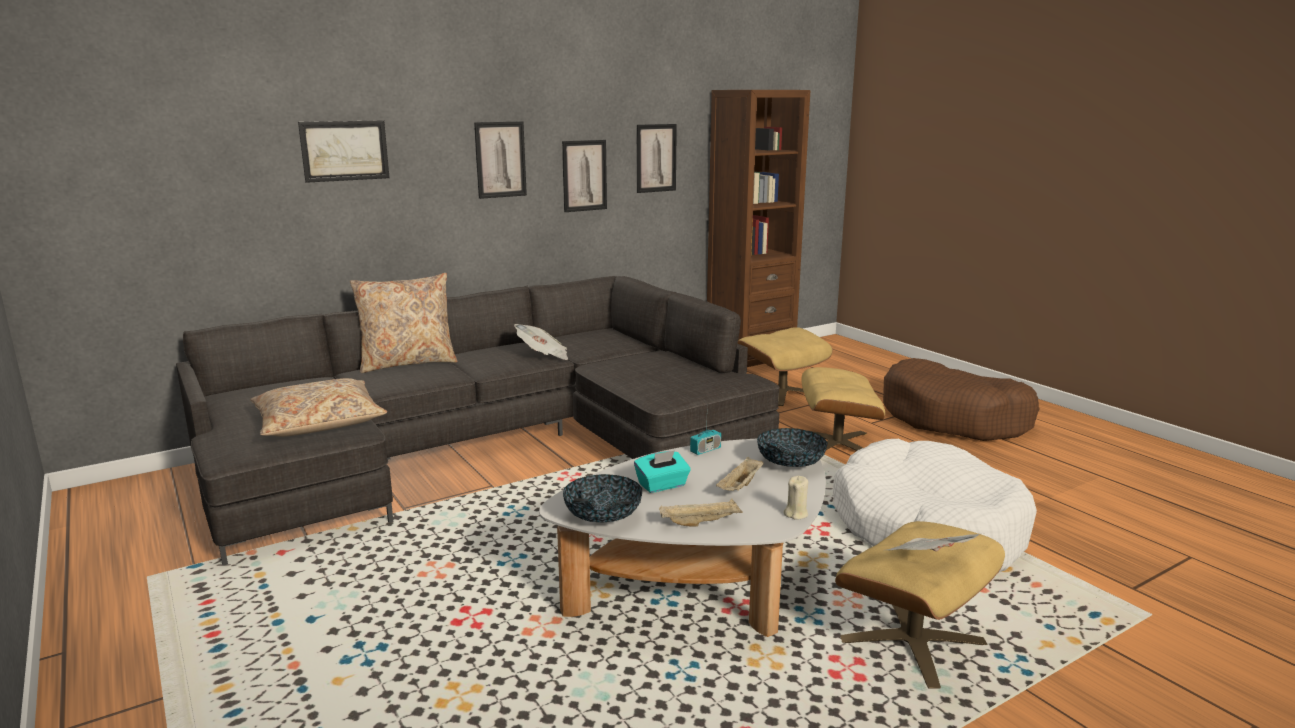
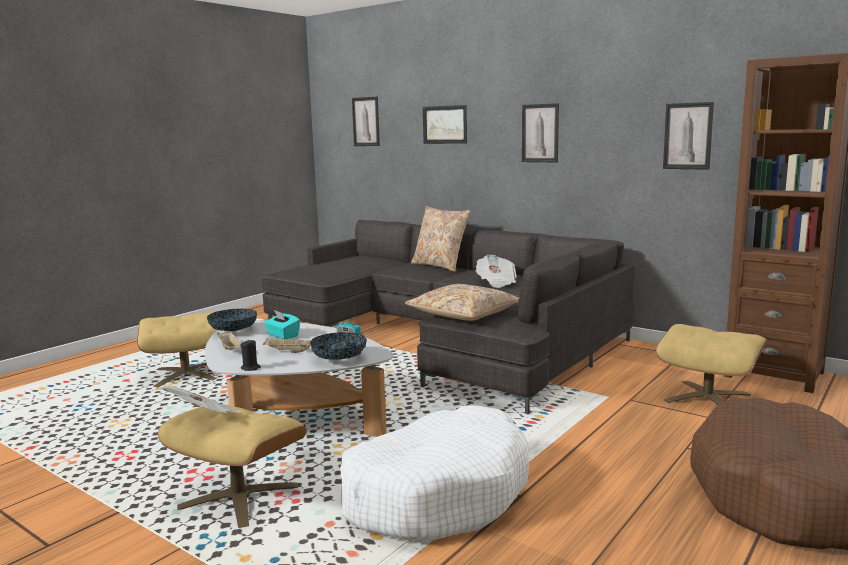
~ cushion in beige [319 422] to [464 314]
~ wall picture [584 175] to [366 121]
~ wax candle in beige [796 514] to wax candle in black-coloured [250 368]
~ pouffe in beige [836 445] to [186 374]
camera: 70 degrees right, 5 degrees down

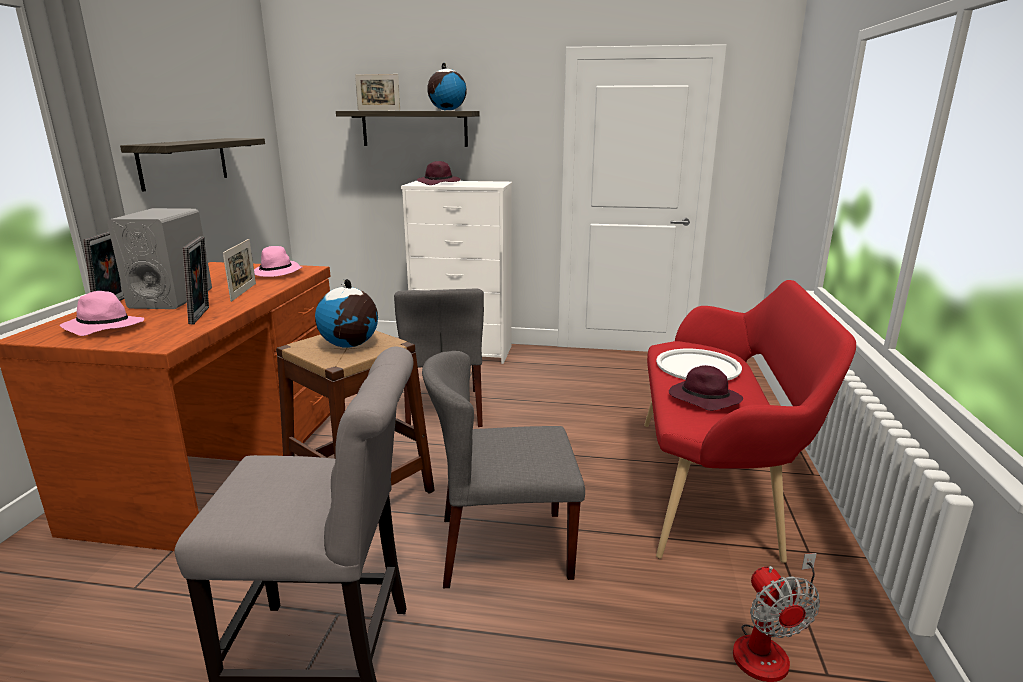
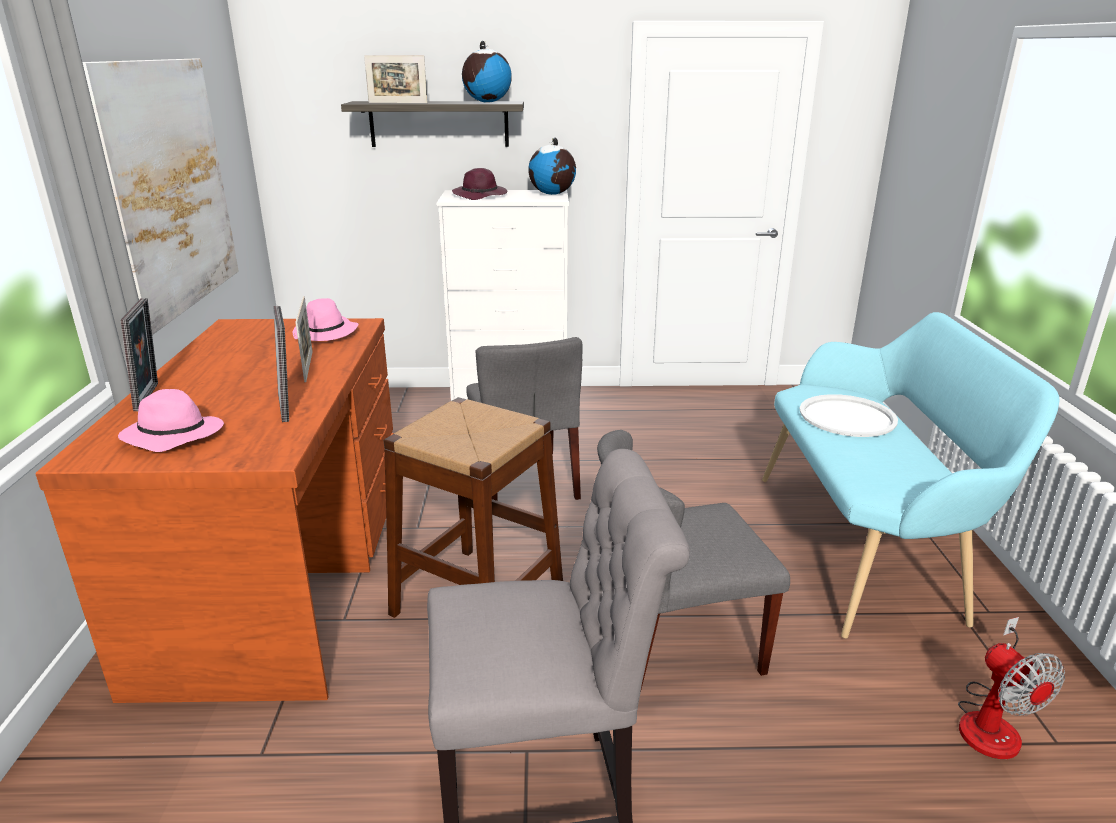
- audio speaker in gray [171 298]
~ bracket shelf [184 162] to wall picture [168 187]
~ globe [350 345] to [552 194]
~ long seat in reddish [715 486] to long seat in blue-green [866 546]
- clothing hat in purplish [703 399]
camera: 10 degrees left, 5 degrees up

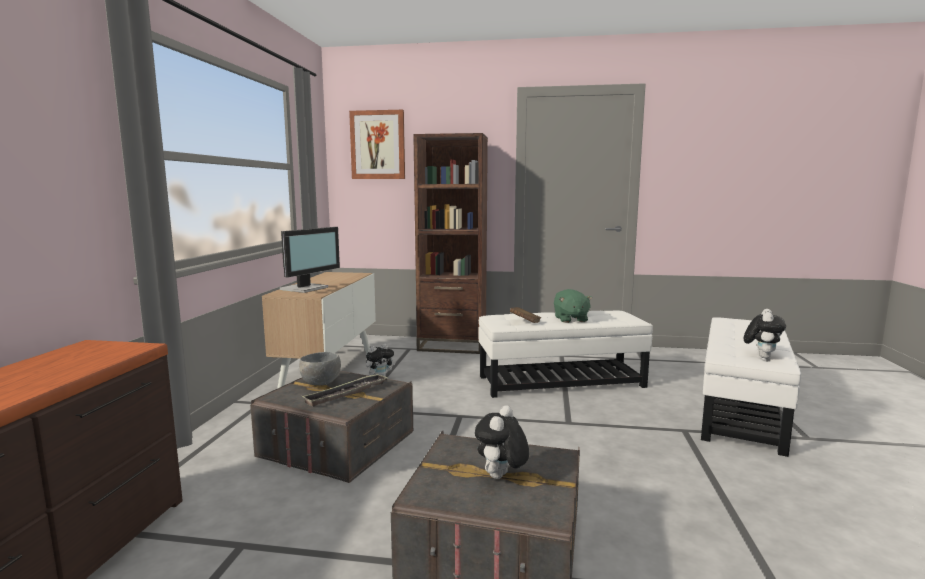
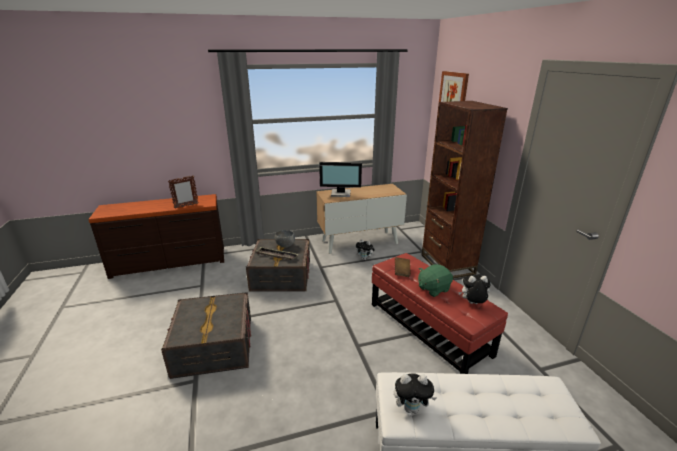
~ soft toy [501 477] to [472 304]
~ pouffe in white [560 381] to pouffe in reddish [428 328]
+ picture frame [186 206]
camera: 65 degrees right, 15 degrees up

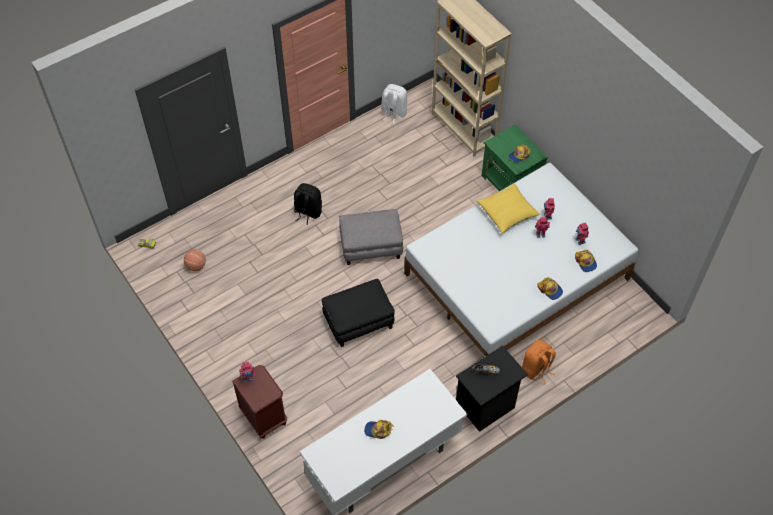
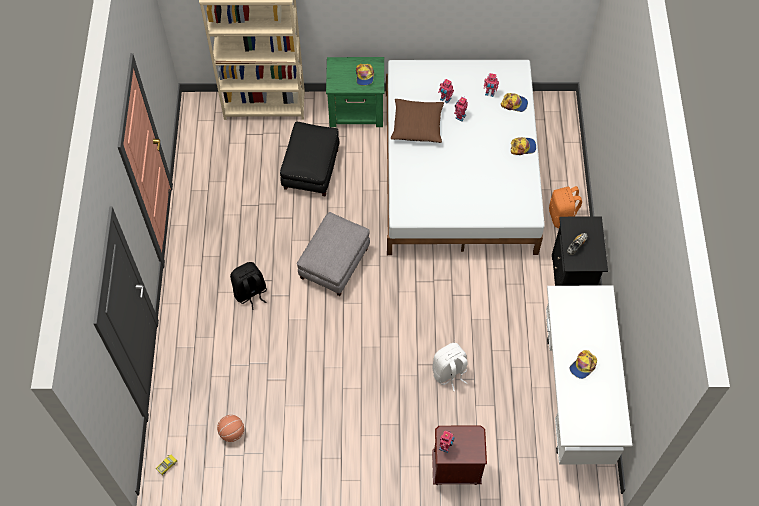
~ pouffe in black-coloured [358 321] to [310 169]
~ backpack in white [393 113] to [449 373]
~ cushion in yellow [507 212] to cushion in brown-coloured [417 125]
camera: 55 degrees left, 5 degrees up

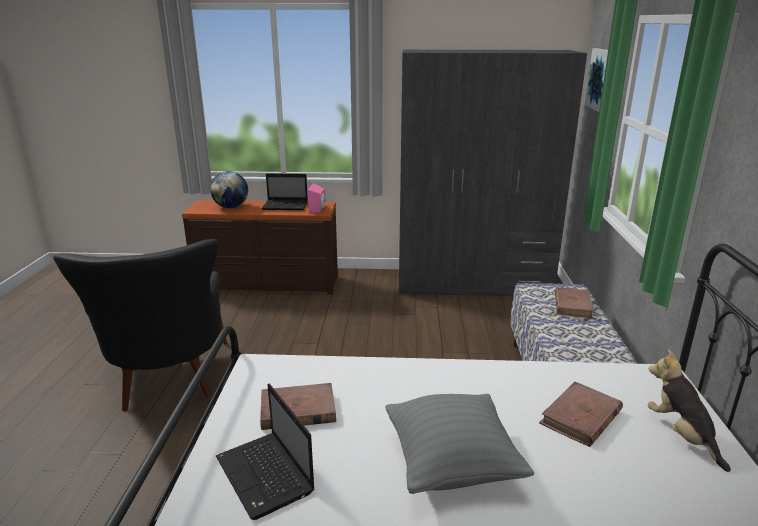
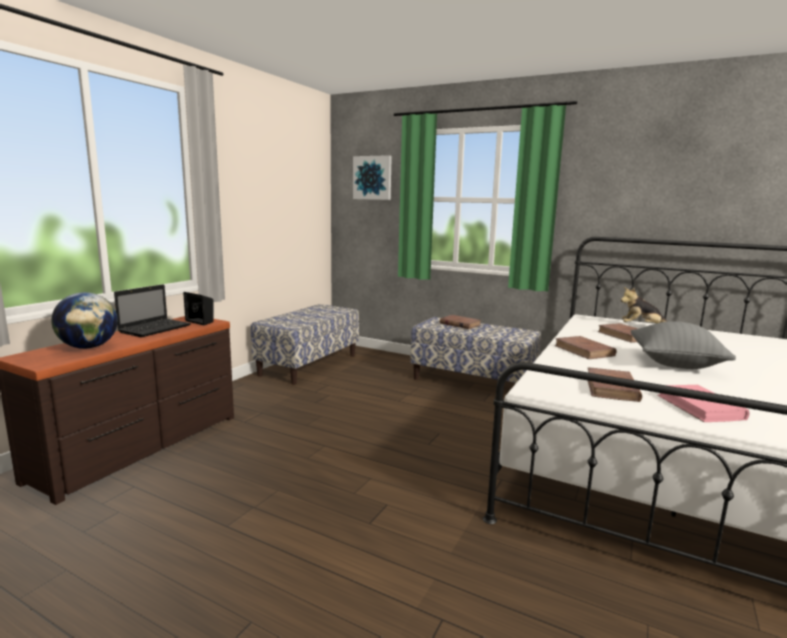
- lounge chair in black-coloured [168 385]
~ notebook computer [266 476] to volume in pink-coloured [700 407]
~ audio speaker in pink-coloured [318 210] to audio speaker in black-coloured [202 321]
~ clothes cupboard in gray [473 283] to long seat [309 365]
+ volume in brown-coloured [584 351]
camera: 65 degrees left, 10 degrees down

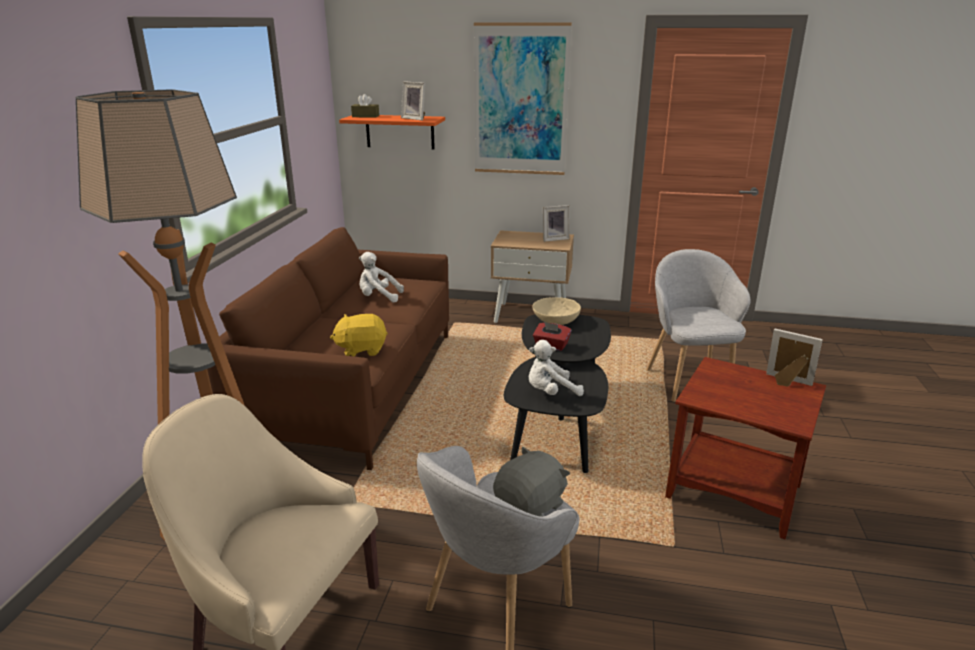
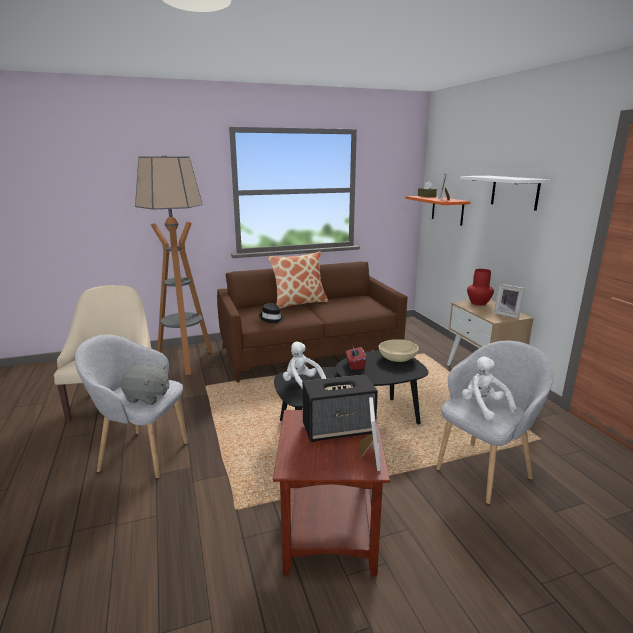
~ soft toy in yellow [361 349] to clothing hat in black-coloured [272 318]
~ soft toy in white [378 297] to [484 407]
~ wall picture [520 100] to bracket shelf in white [514 192]
+ cushion [299 303]
+ audio speaker [339 429]
+ flower vase in reddish [479 303]
camera: 60 degrees right, 5 degrees down

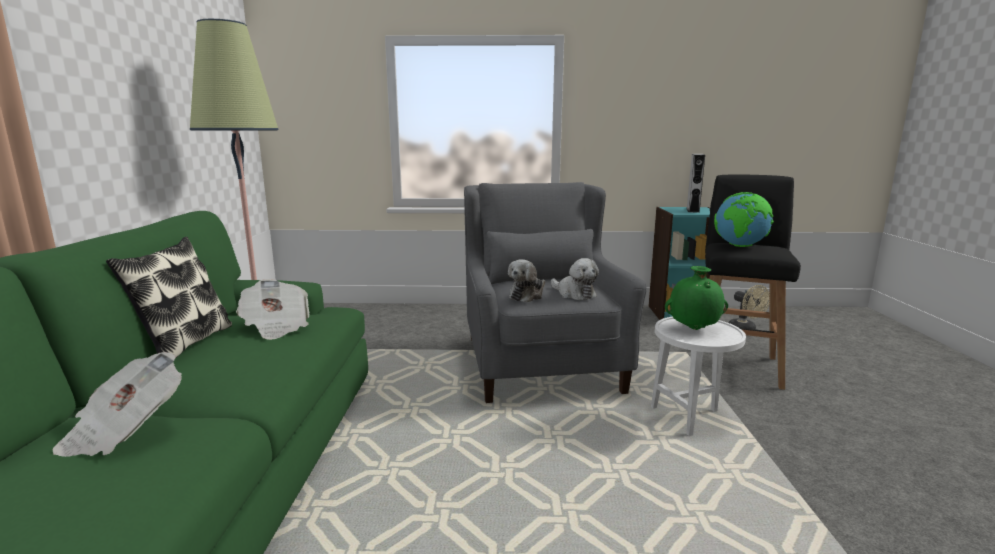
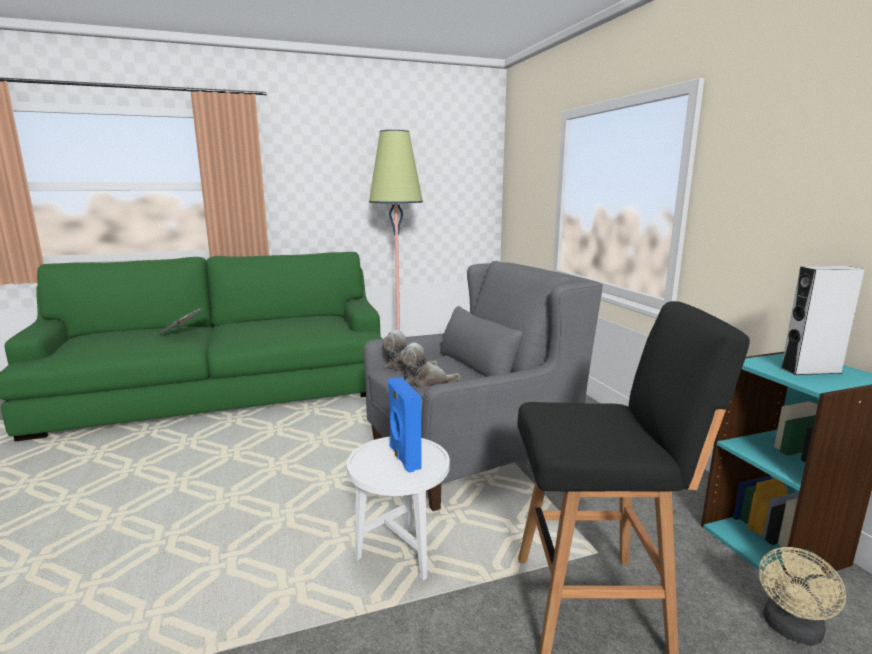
- cushion [184 344]
- daily paper [276 326]
~ soft toy [574 294] = [425 381] 60 degrees clockwise
~ flower vase in green [694 329] to audio speaker in bluish [403 458]
- globe [740 246]
camera: 70 degrees right, 0 degrees up

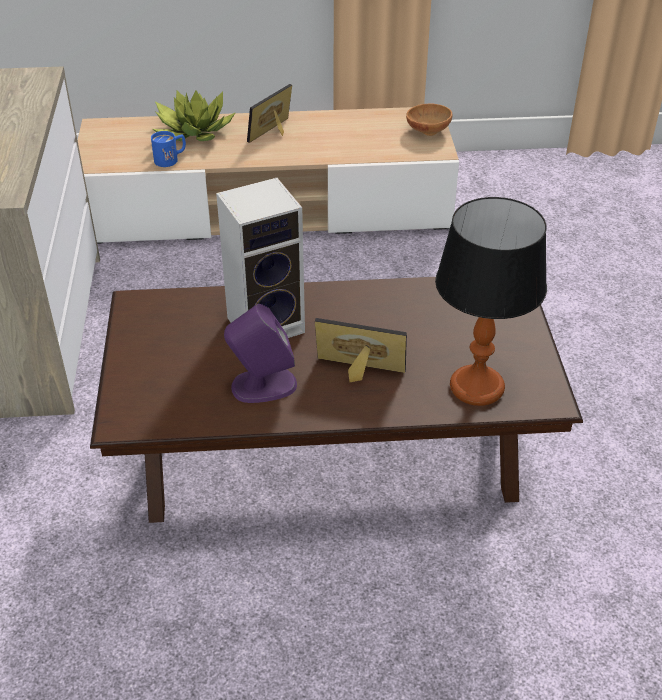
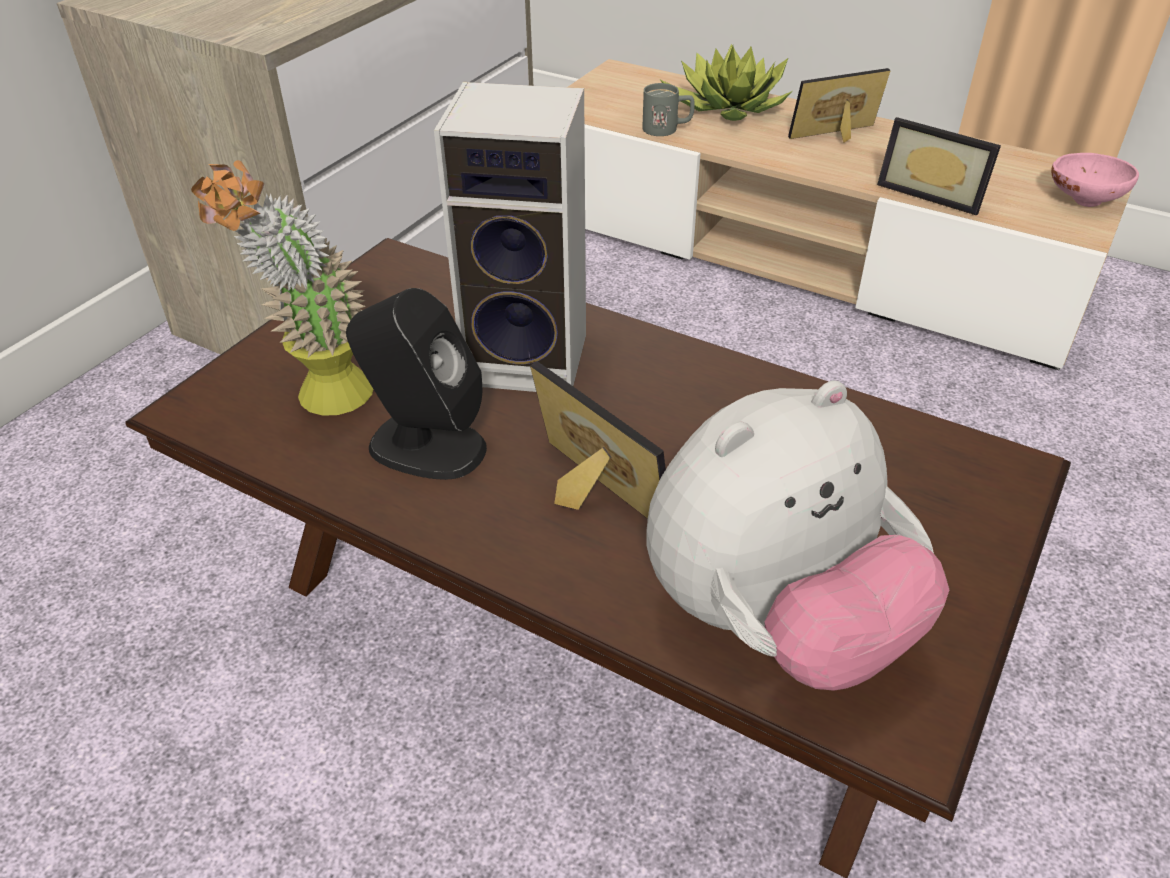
~ coffee mug in bluish [171 159] to coffee mug in gray [667 129]
~ audio speaker in purplish [263 385] to audio speaker in black-coloured [425 446]
~ serving bowl in brown-coloured [427 131] to serving bowl in pink-coloured [1084 198]
~ lamp for a table [476 386] to soft toy [775 623]
+ houseplant [322 403]
+ picture frame [933 193]
camera: 35 degrees right, 0 degrees up

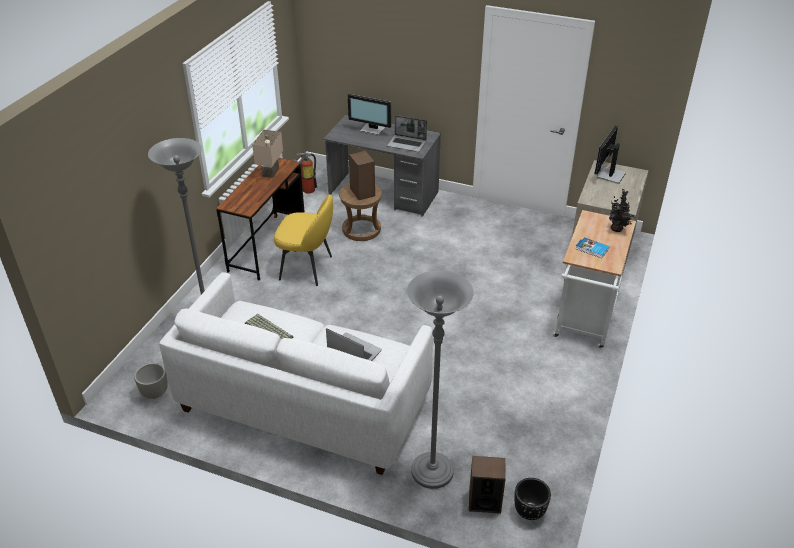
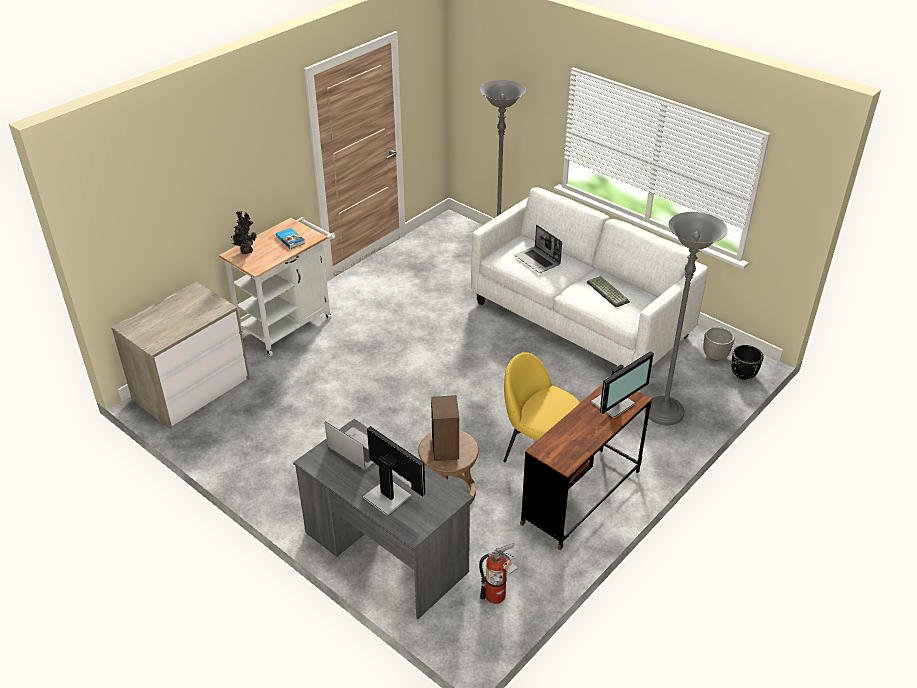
- lamp for a table in beige [270 172]
- audio speaker [484 501]
~ plant pot in black-coloured [529 511] to [743 375]
~ monitor [609 175] to [614 404]
camera: 160 degrees left, 0 degrees up

